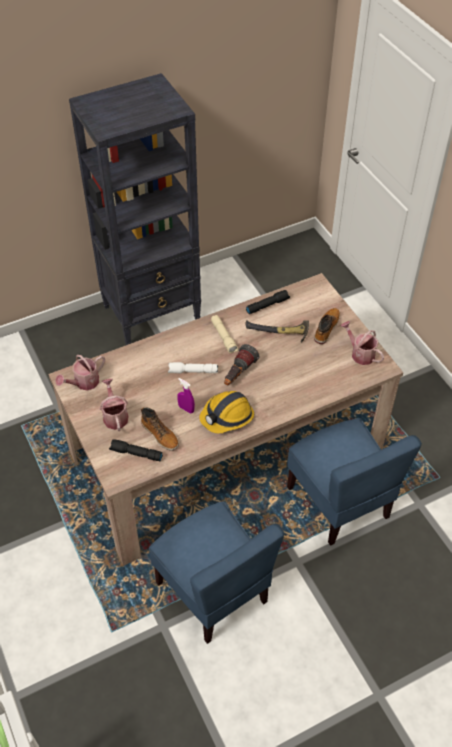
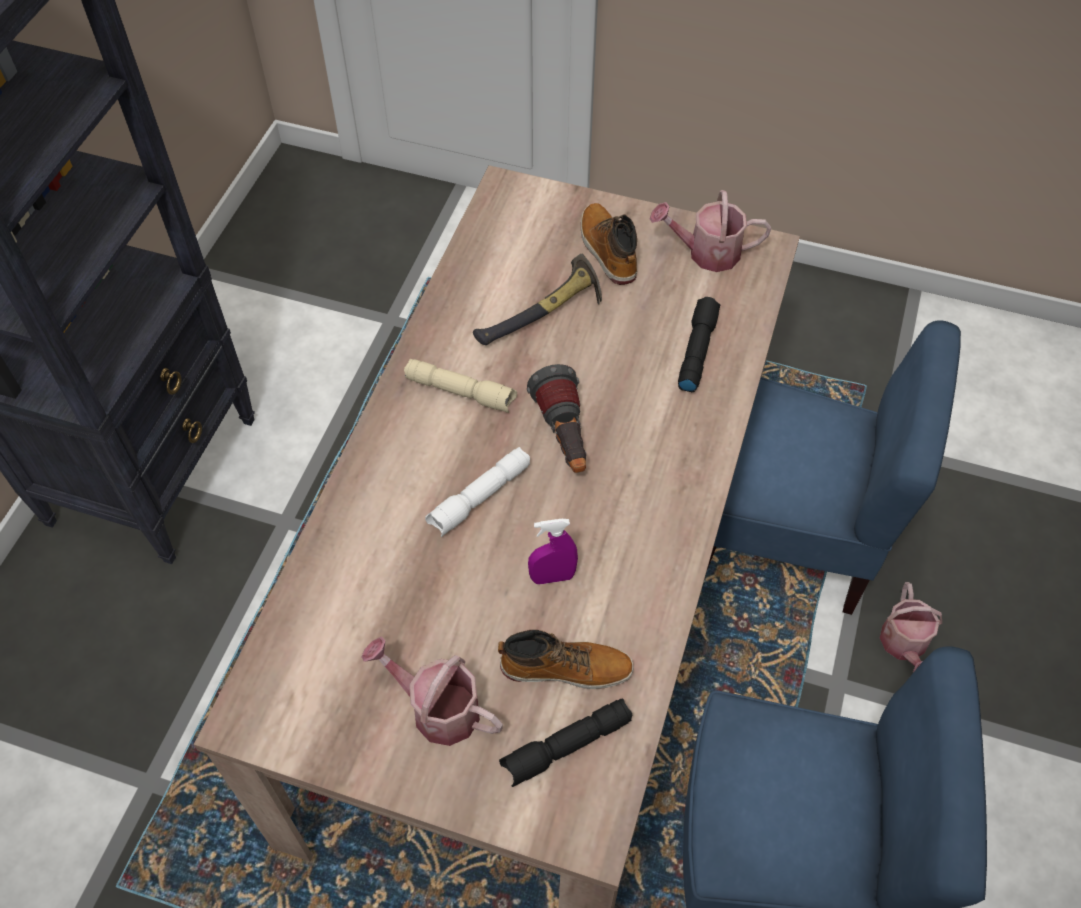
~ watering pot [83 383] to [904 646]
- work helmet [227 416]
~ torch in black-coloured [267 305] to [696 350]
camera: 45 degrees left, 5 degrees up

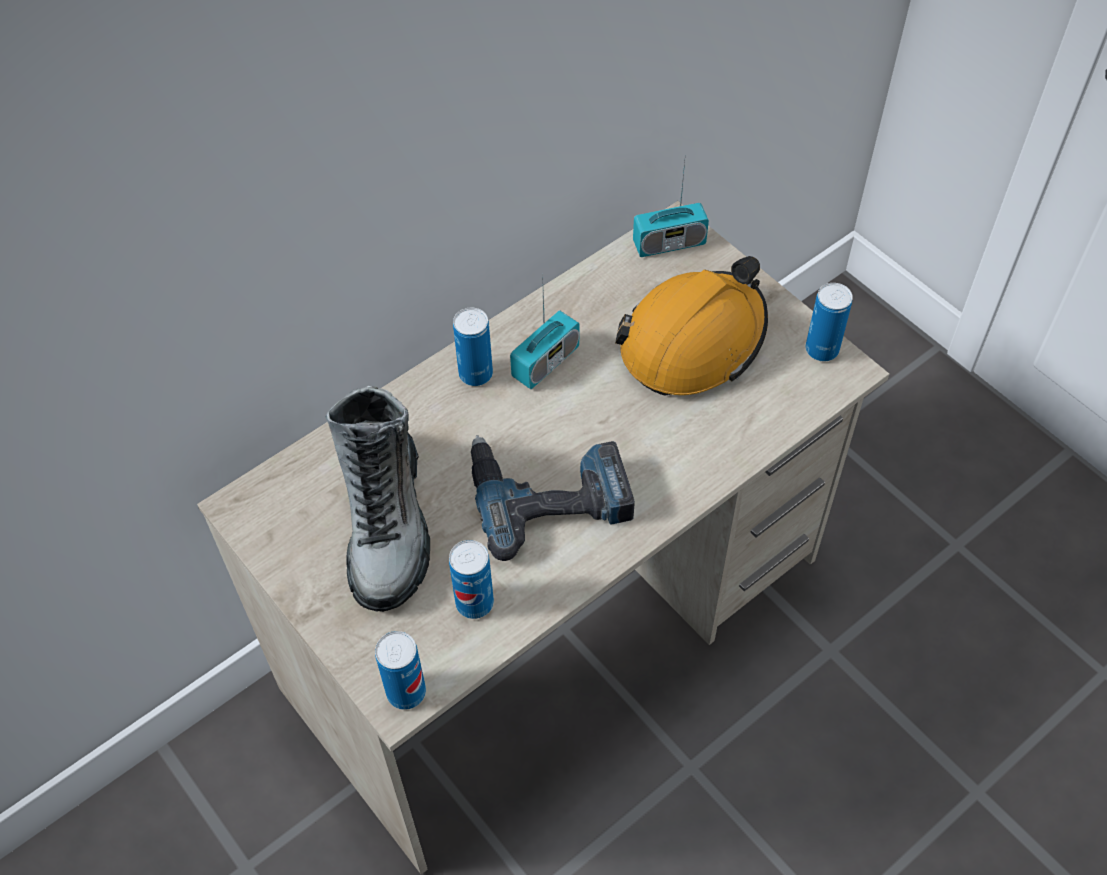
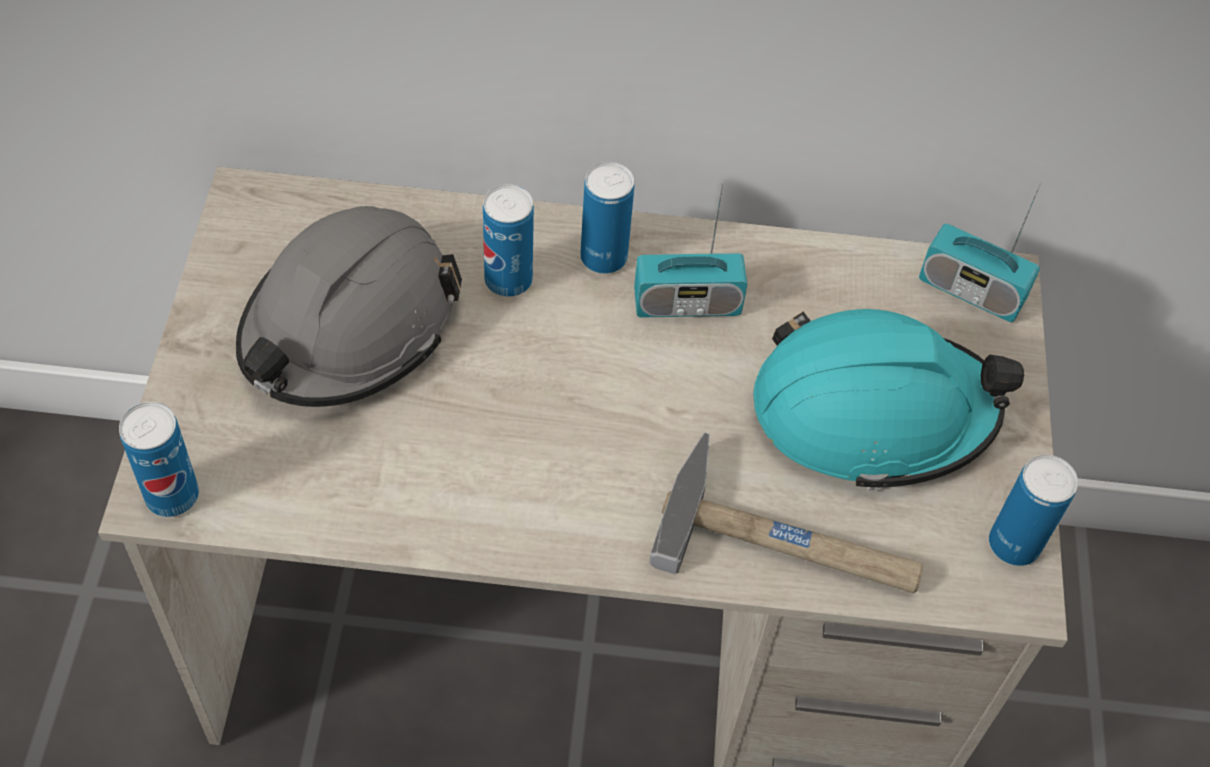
~ tall boot [387 523] to work helmet in gray [349 326]
~ can [474 603] to [508 280]
- power drill [548 493]
~ work helmet in orange [693 341] to work helmet in blue-green [872 412]
+ hammer [790 540]
camera: 40 degrees right, 0 degrees up

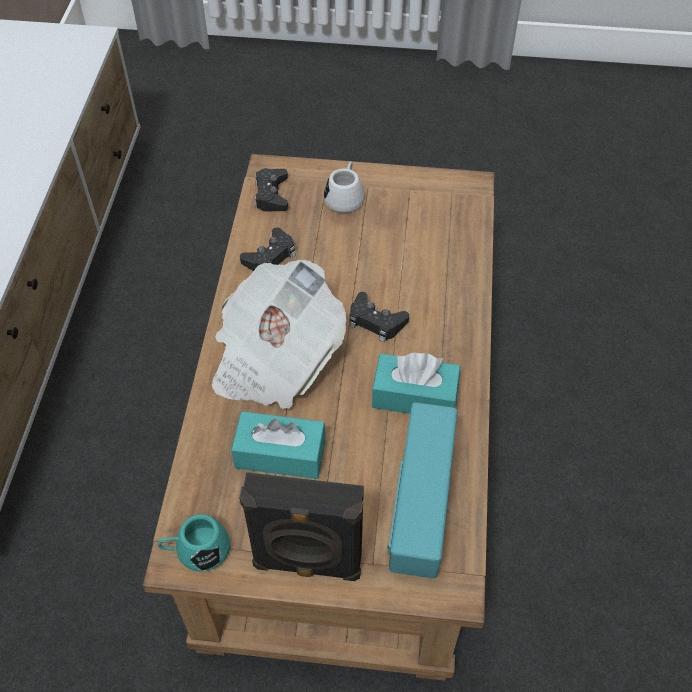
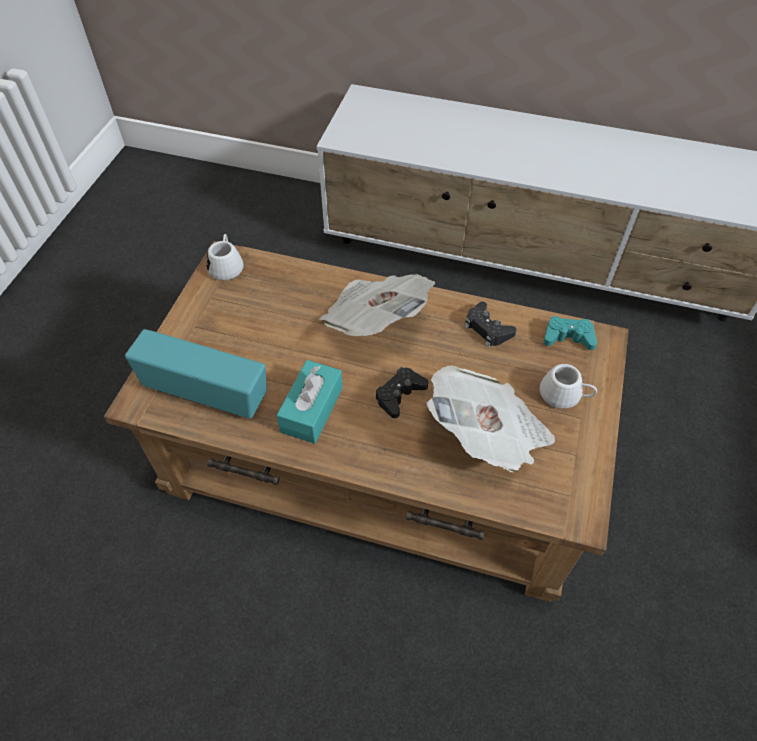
~ coffee mug in blue-green [196 550] to coffee mug in white [226 265]
- tissue box in blue-green [280 454]
- audio speaker in black-coloured [307 564]
~ gamepad in black-coloured [271 195] to gamepad in blue-green [568 337]
+ daily paper [488 436]
camera: 100 degrees right, 0 degrees up

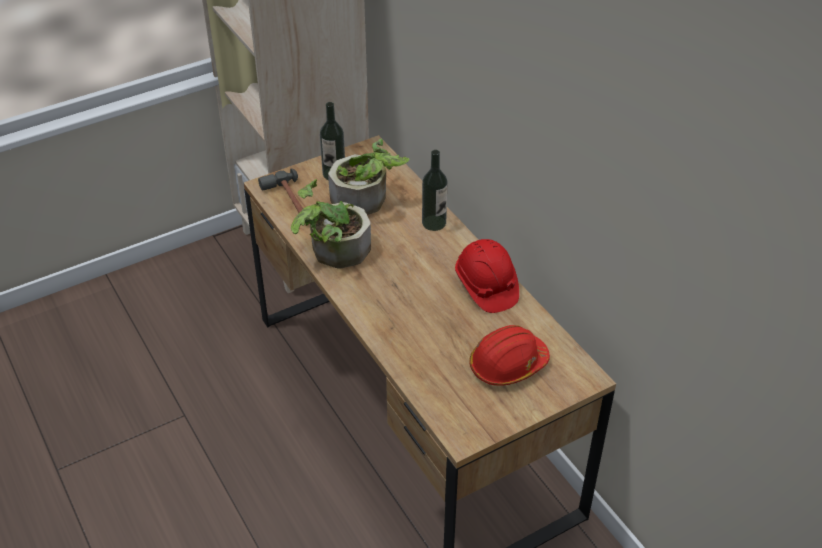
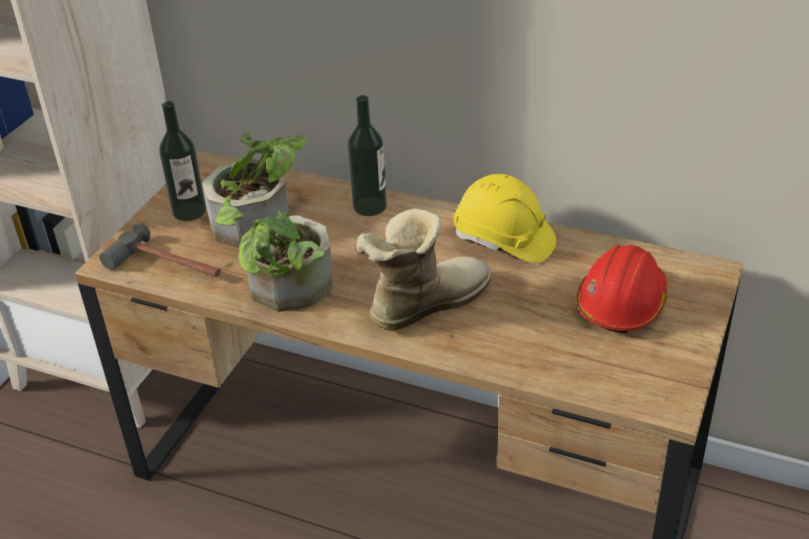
~ work helmet in reddish [486 287] to work helmet in yellow [503 240]
+ tall boot [423 303]
camera: 35 degrees left, 5 degrees down

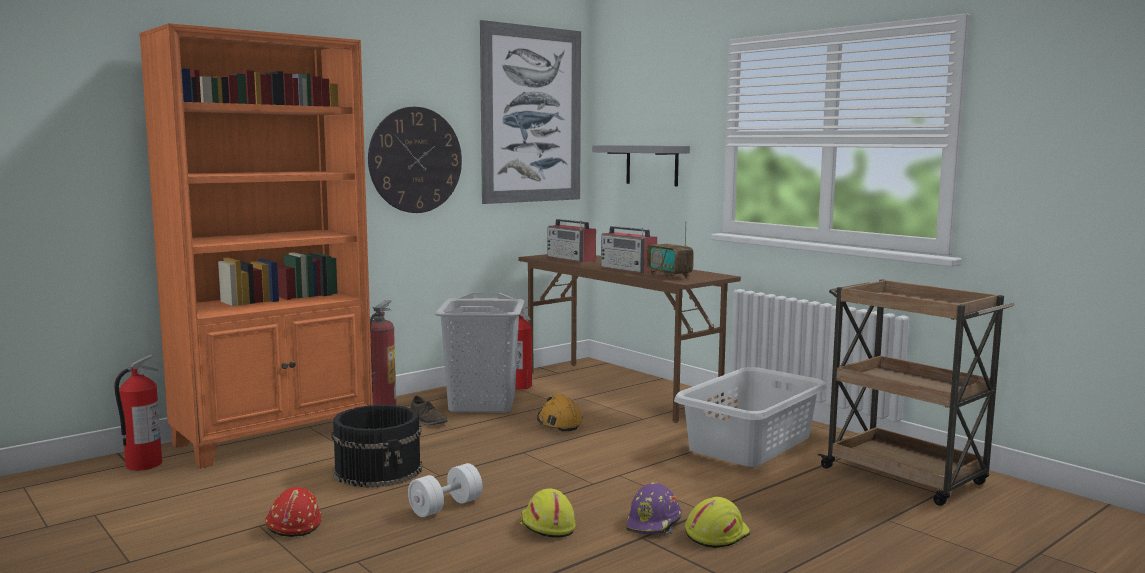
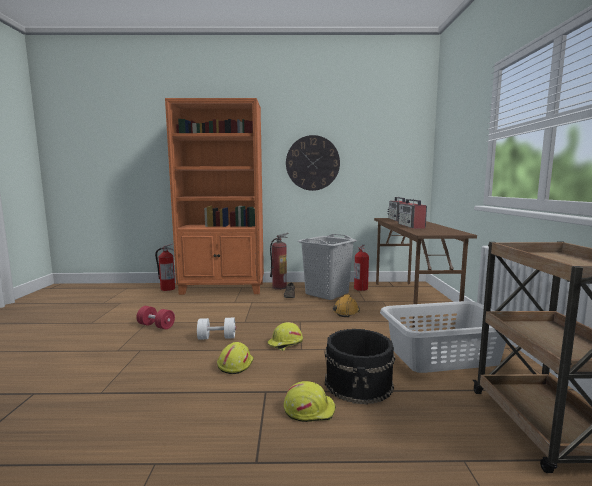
~ work helmet in reddish [293 524] to dumbbell in reddish [156 326]
~ pail in black-coloured [379 470] to [359 383]
- wall picture [531 115]
- bracket shelf in gray [652 165]
- work helmet in purplish [654 523]
- radio set [669 276]
+ work helmet in yellow [285 344]
camera: 40 degrees right, 0 degrees up

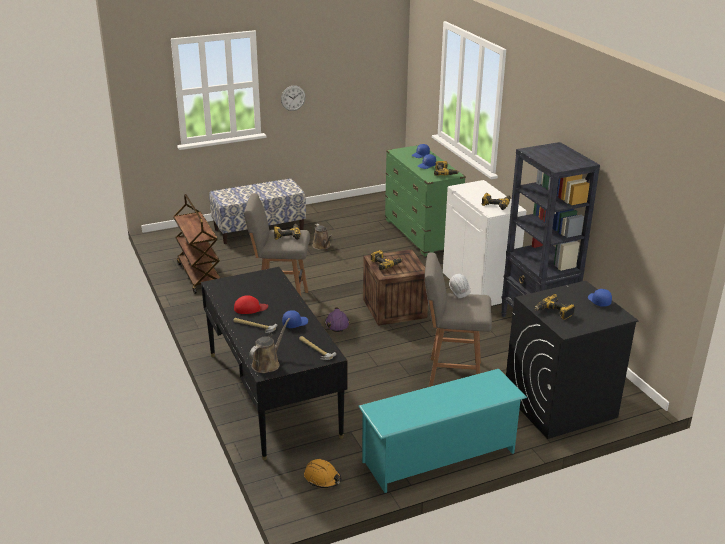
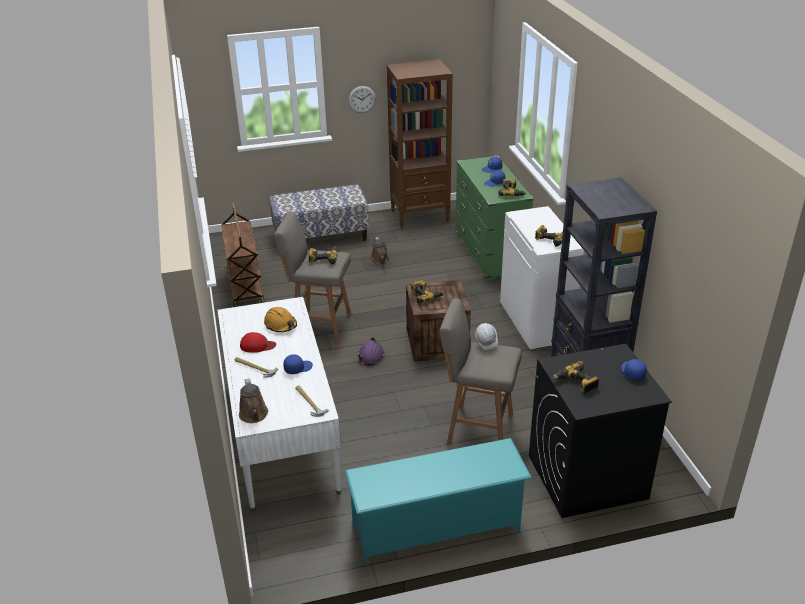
~ desk unit in black-coloured [272 394] to desk unit in white [282 434]
~ watering pot in brown-coloured [267 363] = [254 415] 120 degrees clockwise
~ work helmet in orange [322 478] to [281 325]
+ shelving unit in brown-coloured [420 216]
camera: 10 degrees right, 5 degrees up

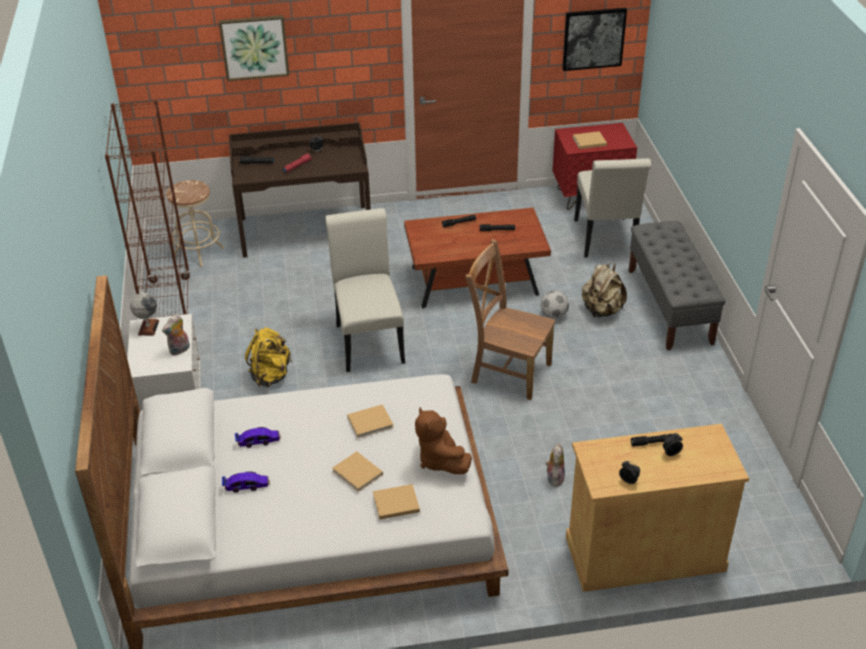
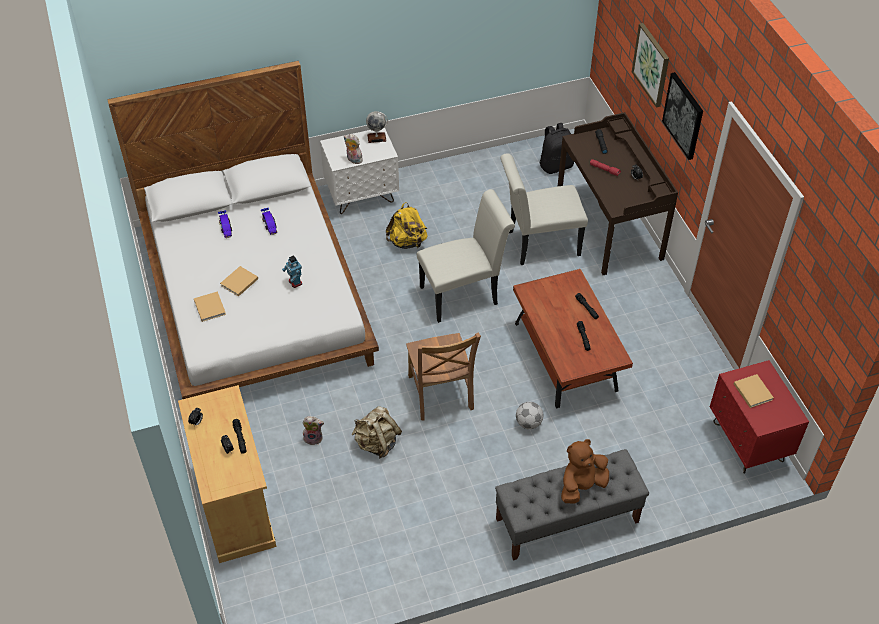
- shelving unit in brown-coloured [169 308]
~ stool seat in beige [198 252] to backpack in black-coloured [556 165]
~ volume in beige [371 422] to robot figure [295 282]
~ soft toy in brown-coloured [440 460] to [581 486]
~ upright chair in brown-coloured [508 371] = [440 395] 150 degrees clockwise
~ wall picture [593 38] to [684 115]
~ upright chair in white [605 241] to [538 244]
~ backpack in beige [601 310] to [377 443]
camera: 80 degrees right, 10 degrees up

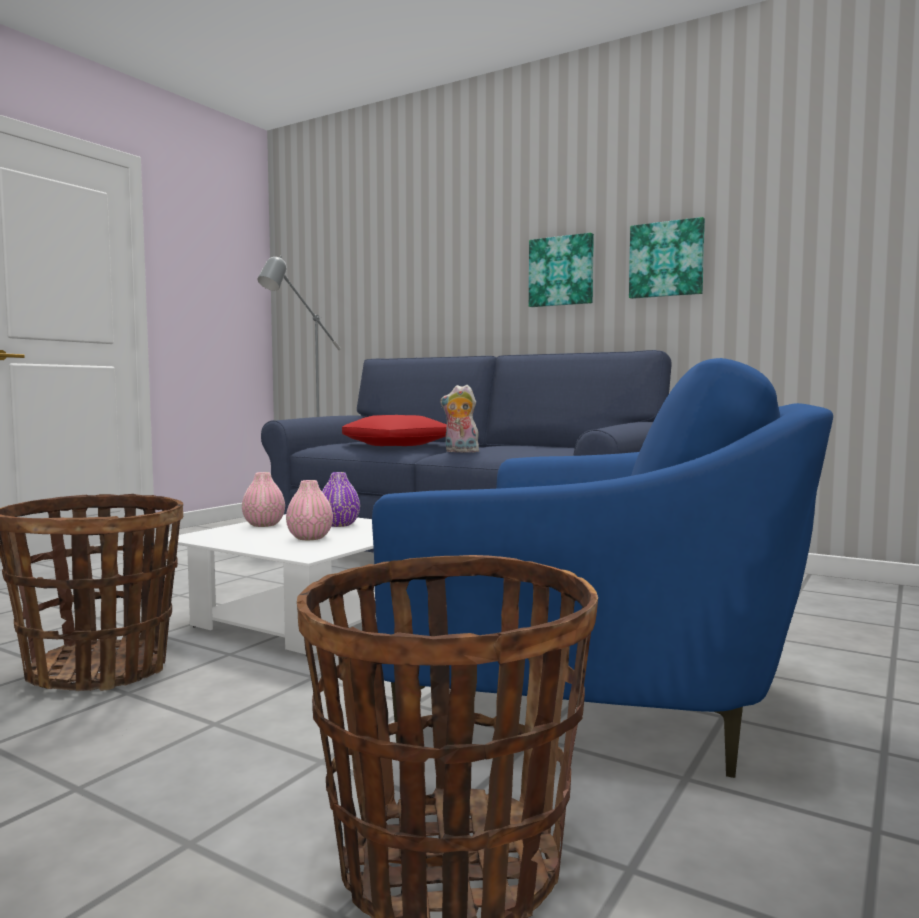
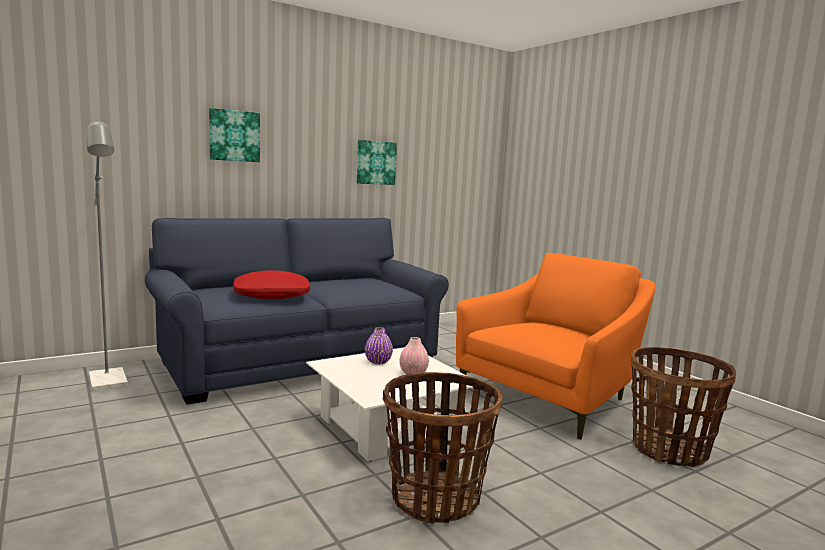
- flower vase in pink-coloured [264 525]
~ lounge chair in bluish [605 698] to lounge chair in orange [552 396]
- soft toy [460 452]
~ wall picture [561 271] to [234 136]
camera: 65 degrees left, 5 degrees up

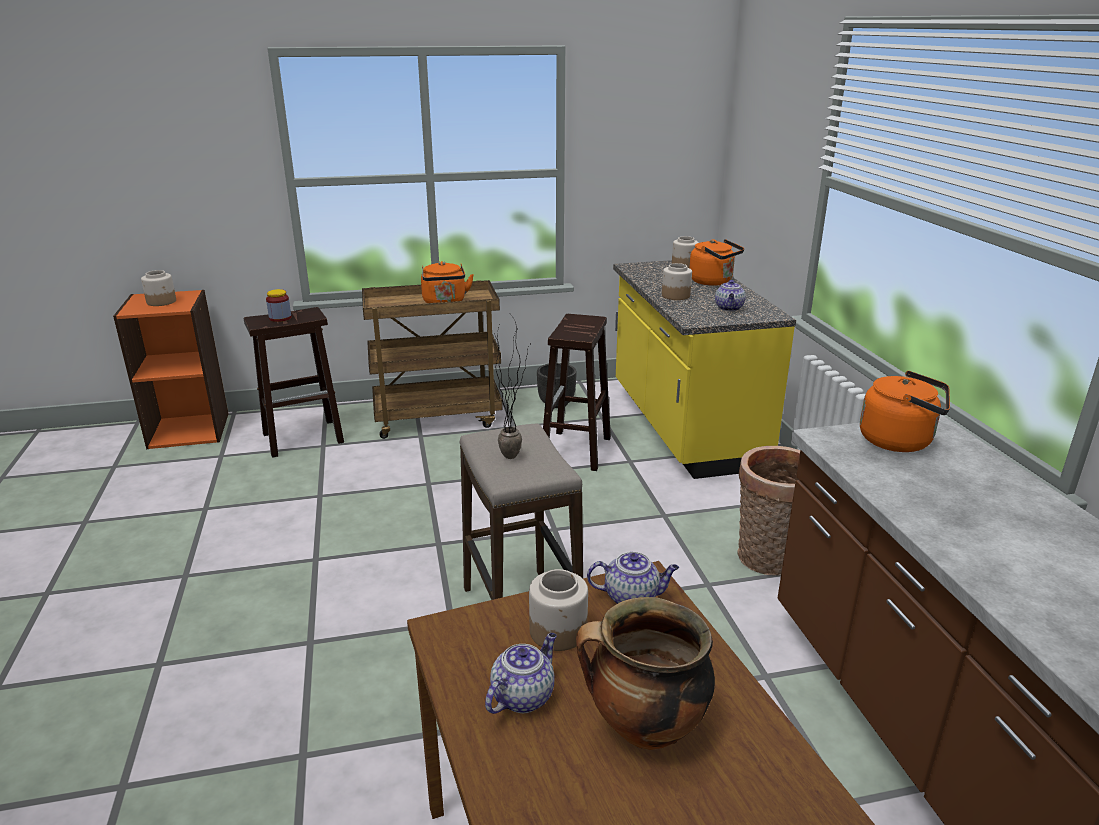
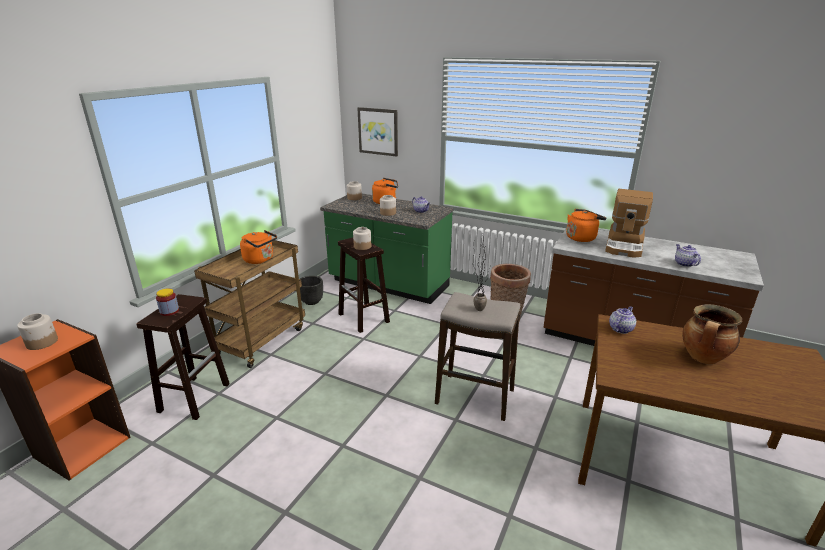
~ pot for tea [523 696] to [684 264]
~ jar [558 631] to [362 246]
~ kitchen counter in yellow [684 427] to kitchen counter in green [388 284]
+ wall picture [378 131]
+ coffee maker [625 245]
camera: 50 degrees left, 0 degrees up

